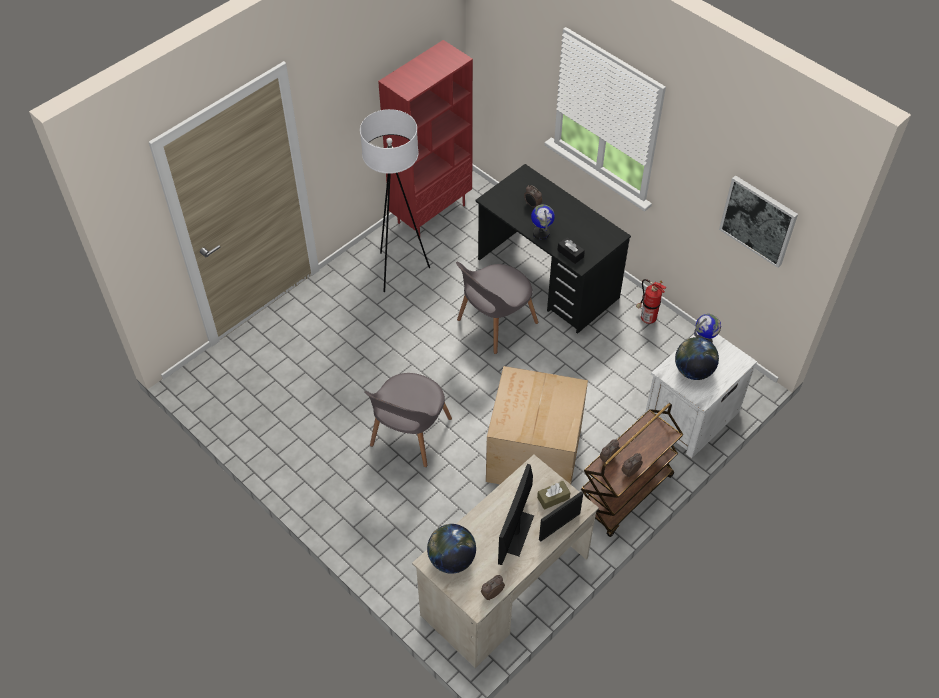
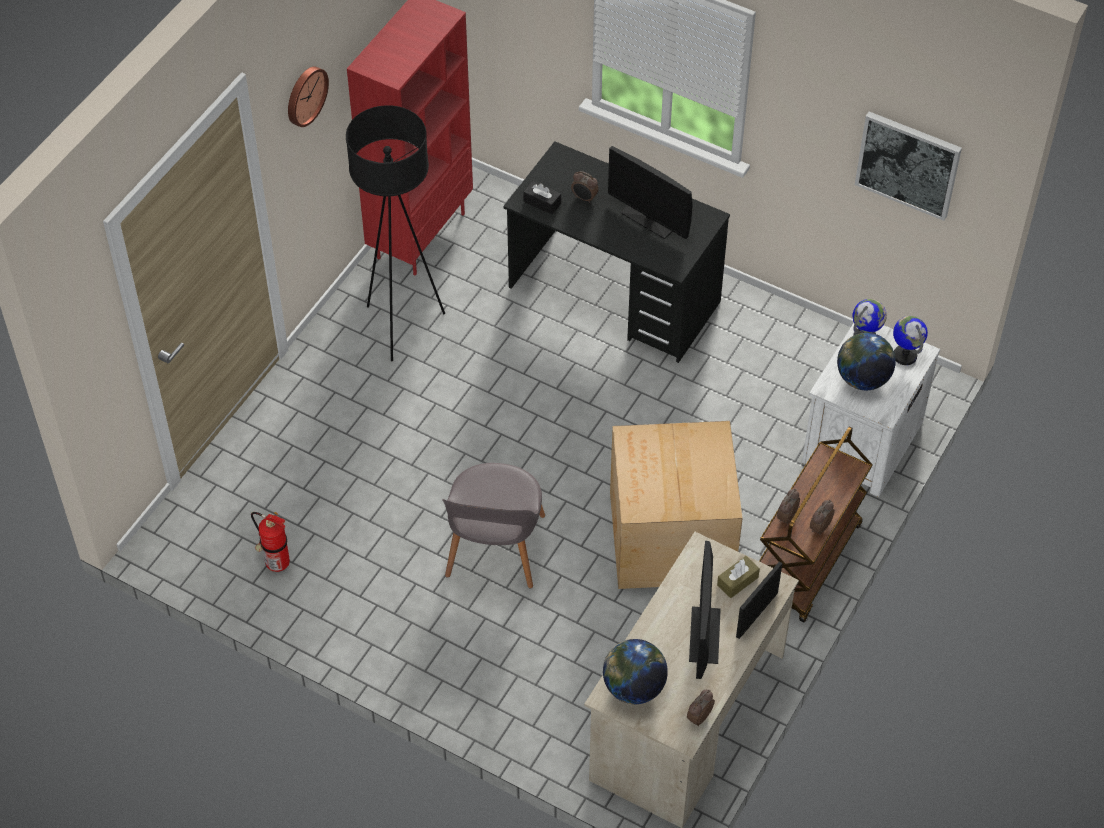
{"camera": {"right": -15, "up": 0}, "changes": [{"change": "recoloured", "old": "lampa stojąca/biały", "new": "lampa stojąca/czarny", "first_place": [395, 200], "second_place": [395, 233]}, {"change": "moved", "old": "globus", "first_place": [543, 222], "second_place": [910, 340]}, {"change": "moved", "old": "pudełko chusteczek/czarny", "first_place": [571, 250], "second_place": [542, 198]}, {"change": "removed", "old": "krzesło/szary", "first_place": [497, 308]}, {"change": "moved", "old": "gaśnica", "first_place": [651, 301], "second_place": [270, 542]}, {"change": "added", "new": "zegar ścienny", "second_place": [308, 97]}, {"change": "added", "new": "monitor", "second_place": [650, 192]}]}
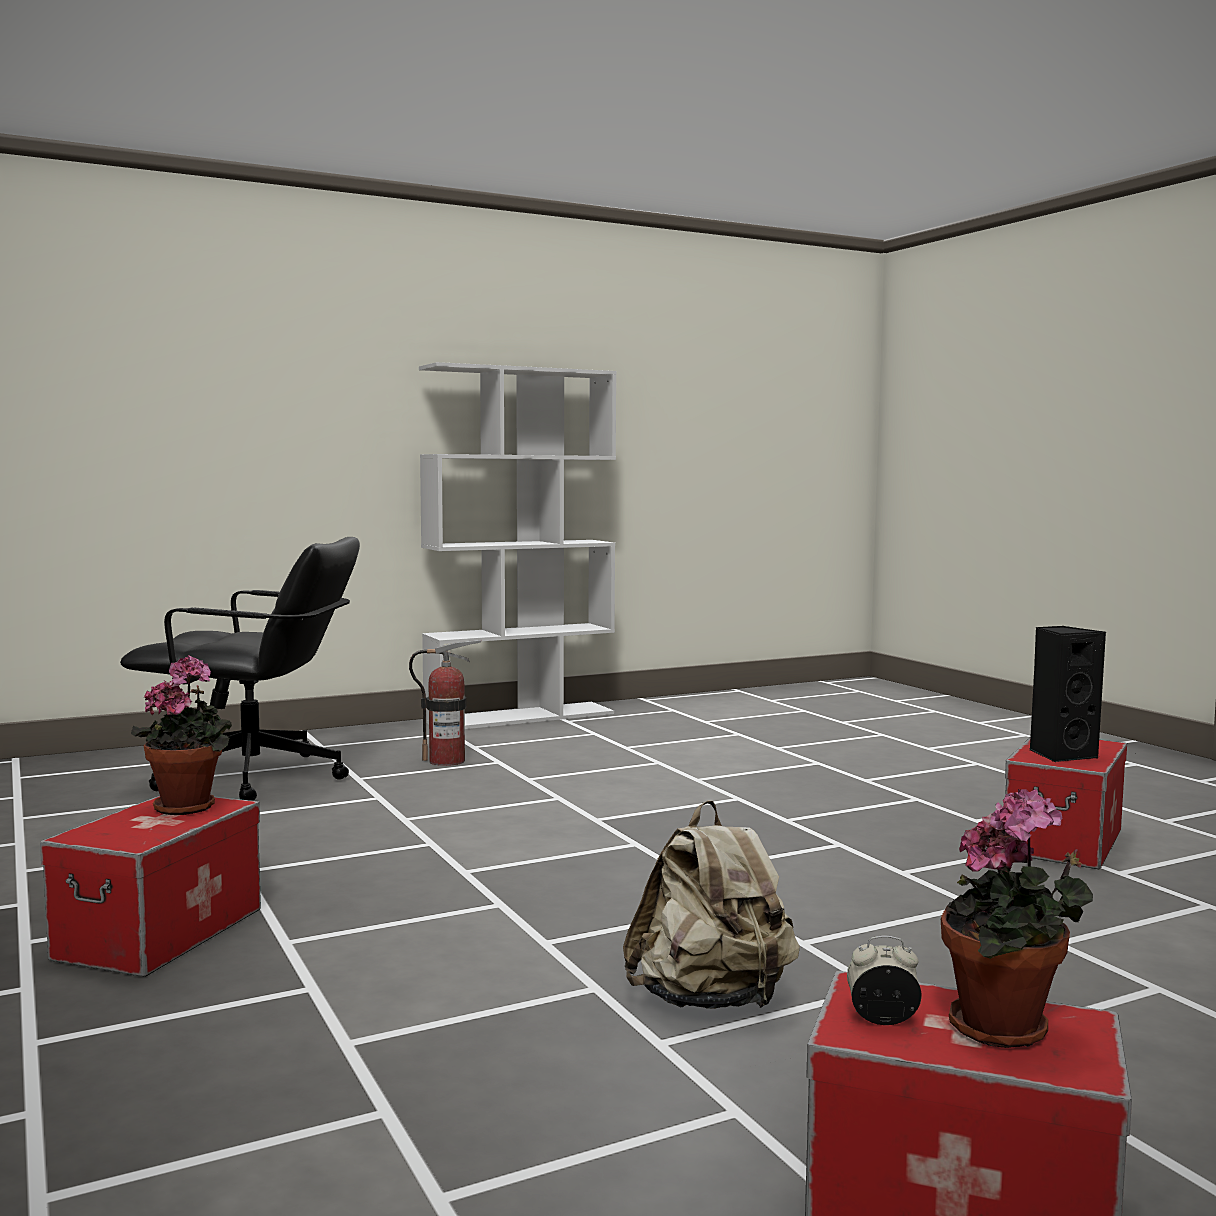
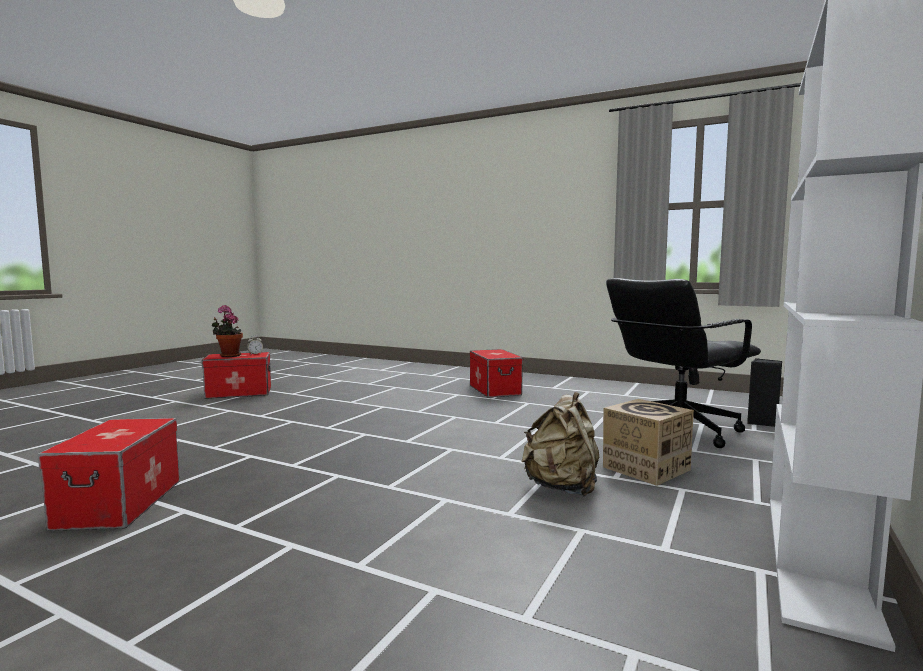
{"camera": {"right": 145, "up": 0}, "changes": [{"change": "moved", "old": "głośnik/czarny", "first_place": [1068, 694], "second_place": [764, 392]}, {"change": "replaced", "old": "gaśnica", "new": "karton", "first_place": [445, 703], "second_place": [648, 442]}, {"change": "removed", "old": "roślina doniczkowa", "first_place": [181, 735]}, {"change": "moved", "old": "plecak/beżowy", "first_place": [711, 904], "second_place": [560, 444]}]}
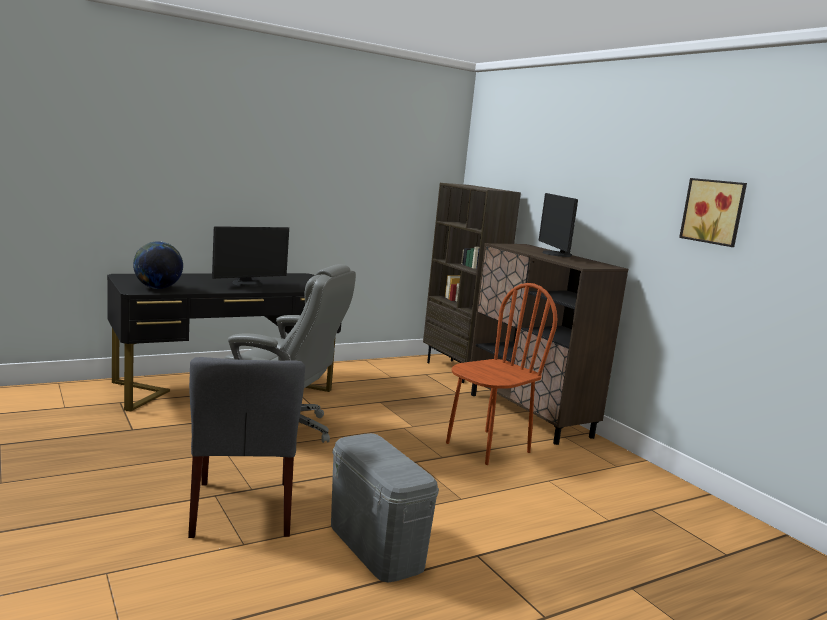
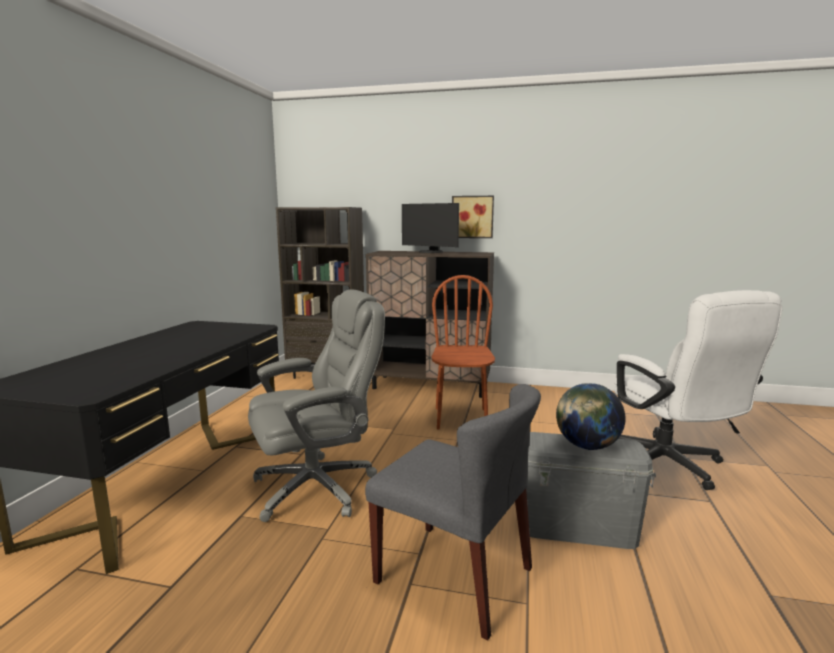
{"camera": {"right": -45, "up": 0}, "changes": [{"change": "moved", "old": "obraz", "first_place": [713, 212], "second_place": [473, 217]}, {"change": "removed", "old": "monitor", "first_place": [250, 256]}, {"change": "moved", "old": "globus", "first_place": [158, 265], "second_place": [590, 416]}, {"change": "added", "new": "krzesło biurowe/biały", "second_place": [698, 390]}]}
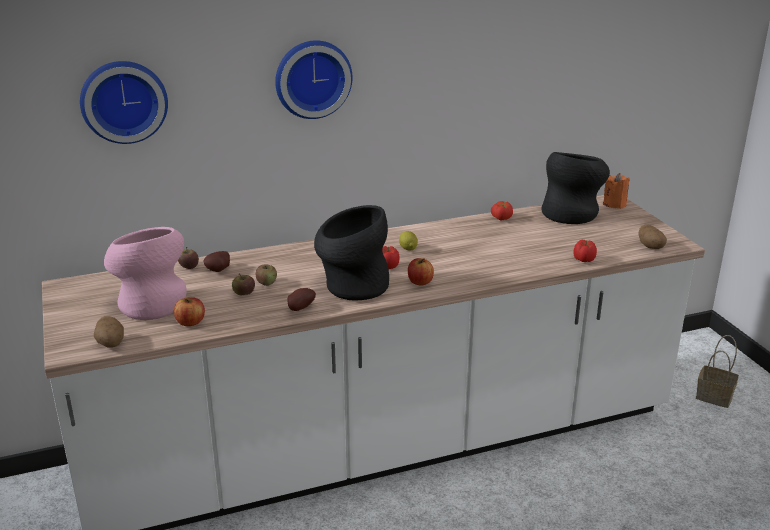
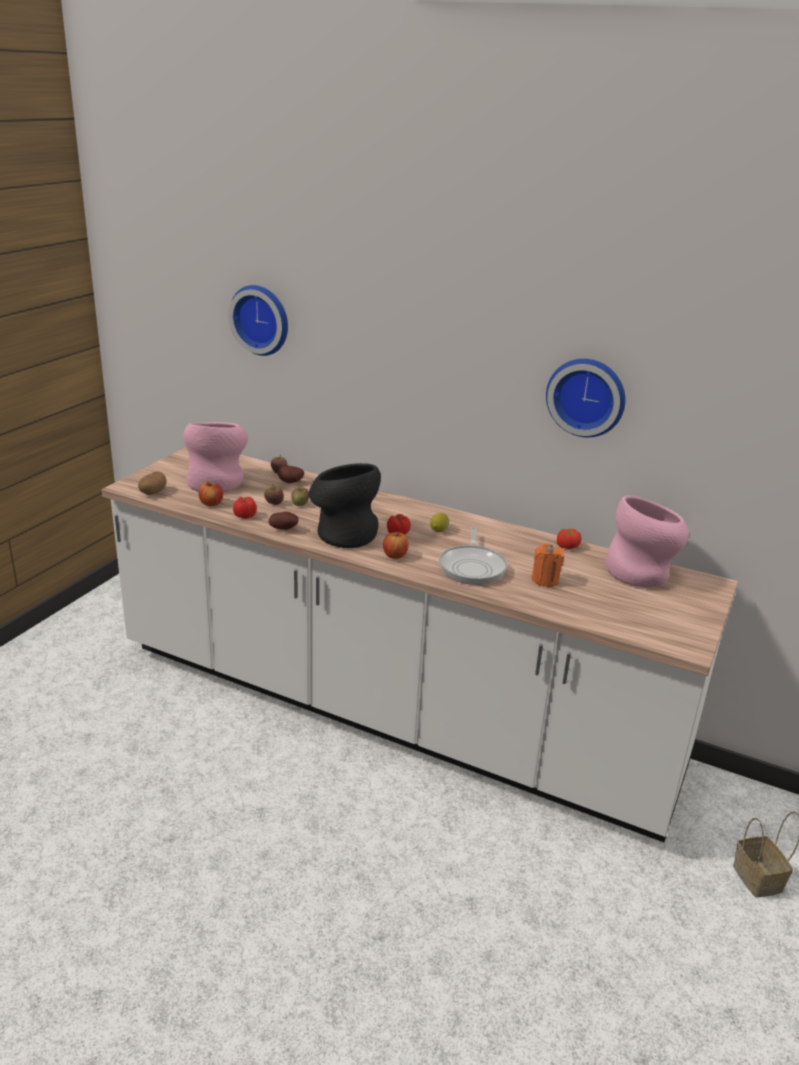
{"camera": {"right": 45, "up": 0}, "changes": [{"change": "moved", "old": "zegar ścienny", "first_place": [314, 79], "second_place": [585, 398]}, {"change": "recoloured", "old": "wazon/czarny", "new": "wazon/różowy", "first_place": [575, 188], "second_place": [647, 541]}, {"change": "moved", "old": "świeca/pomarańczowy", "first_place": [616, 191], "second_place": [547, 565]}, {"change": "removed", "old": "ziemniak", "first_place": [652, 237]}, {"change": "moved", "old": "pomidor", "first_place": [585, 251], "second_place": [245, 508]}, {"change": "added", "new": "patelnia", "second_place": [473, 556]}]}
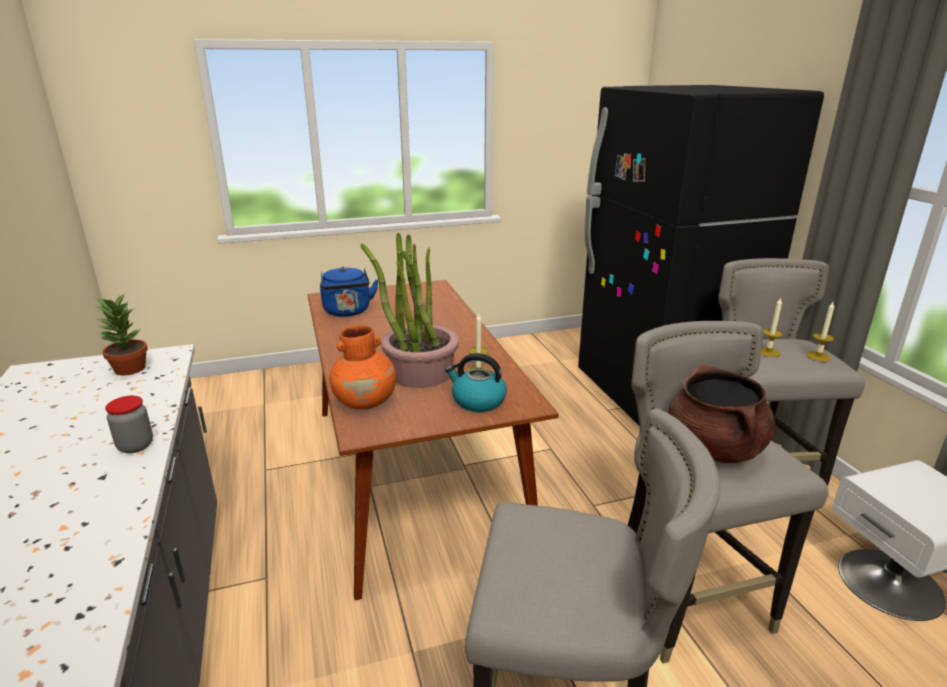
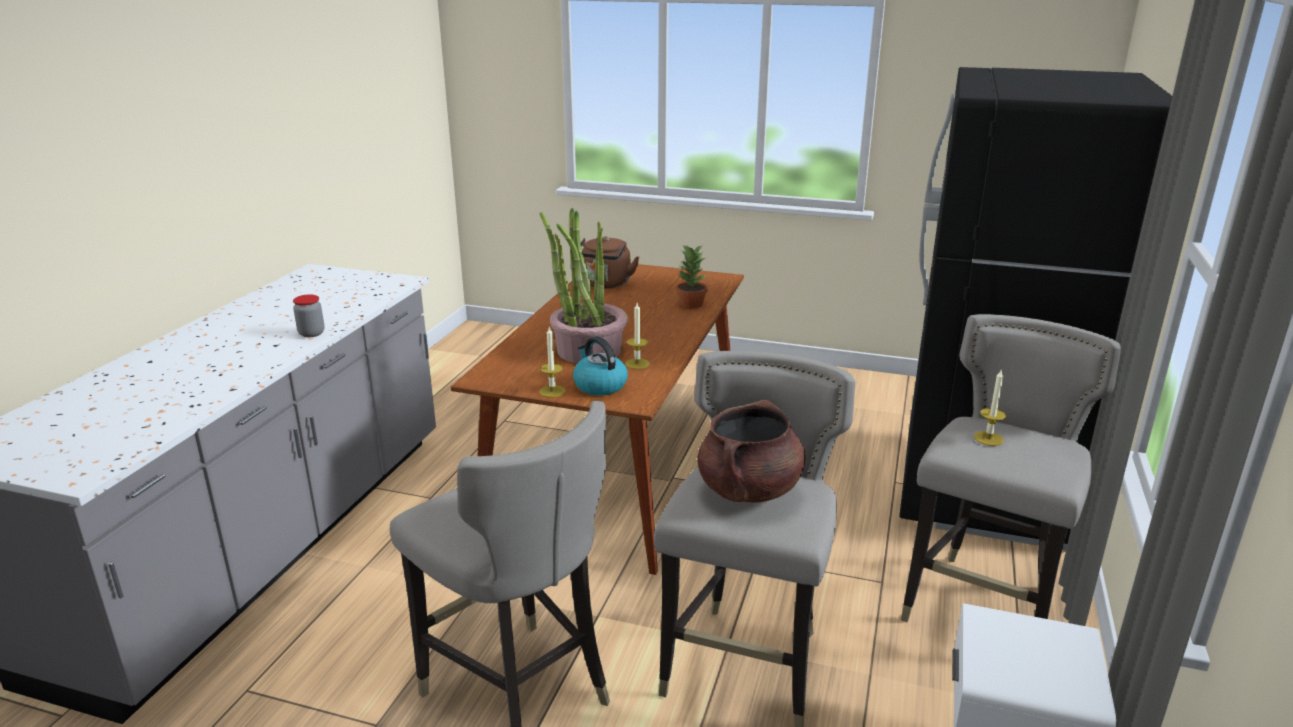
{"camera": {"right": 35, "up": 0}, "changes": [{"change": "recoloured", "old": "czajnik/niebieski", "new": "czajnik/brązowy", "first_place": [349, 292], "second_place": [610, 262]}, {"change": "moved", "old": "roślina doniczkowa", "first_place": [121, 334], "second_place": [692, 277]}, {"change": "moved", "old": "świeca", "first_place": [820, 332], "second_place": [552, 361]}, {"change": "removed", "old": "wazon/pomarańczowy", "first_place": [362, 367]}]}
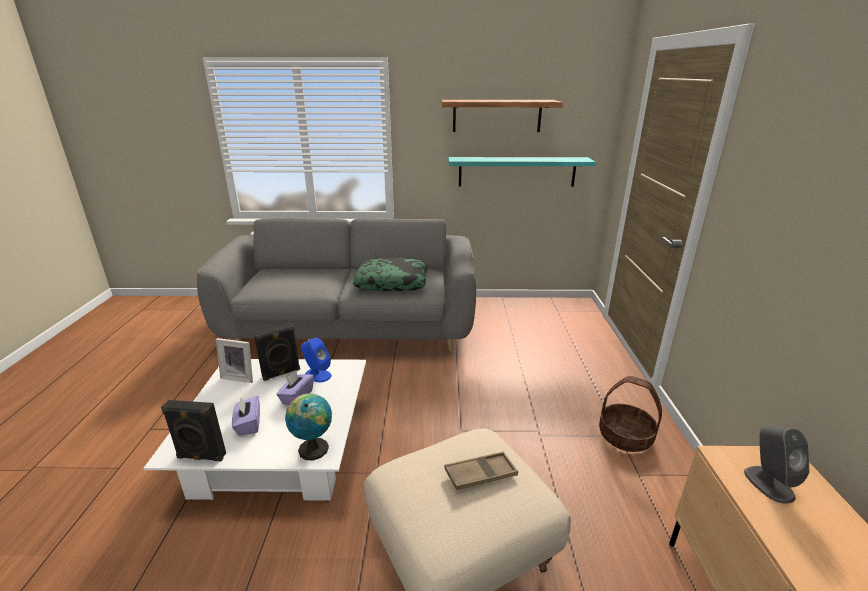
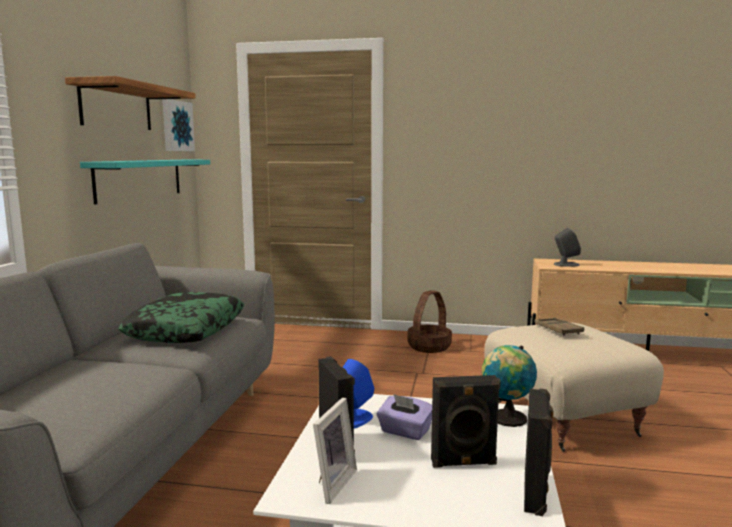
{"camera": {"right": -80, "up": -15}, "changes": [{"change": "replaced", "old": "pudełko chusteczek/fioletowy", "new": "głośnik/czarny", "first_place": [246, 416], "second_place": [466, 421]}, {"change": "added", "new": "obraz", "second_place": [178, 125]}]}
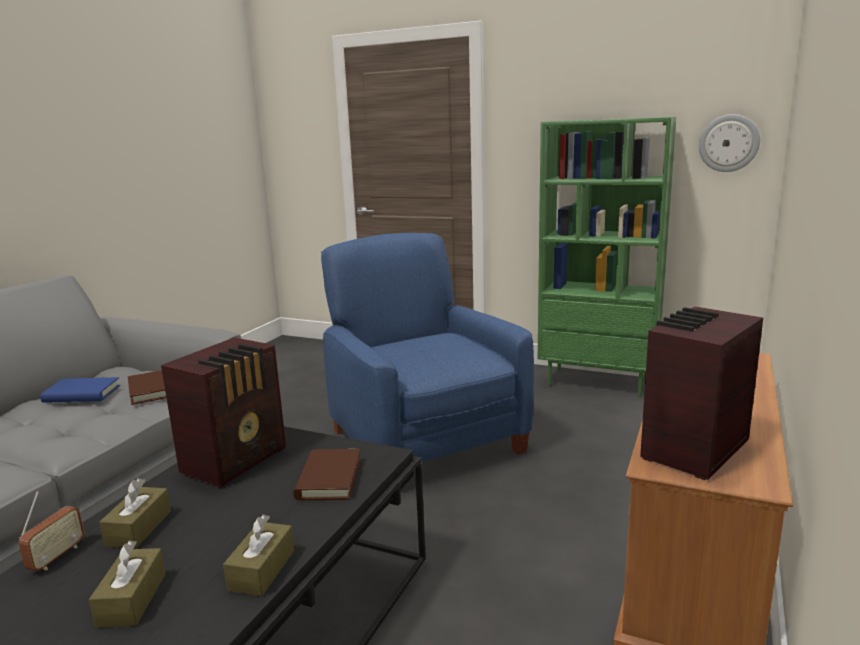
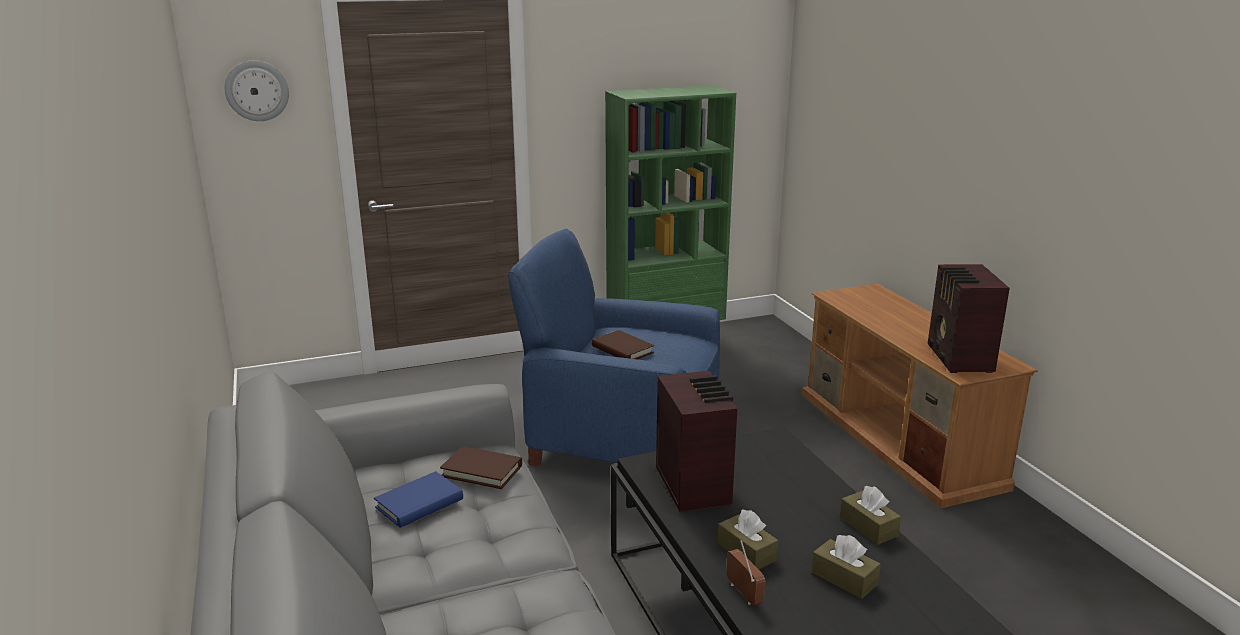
{"camera": {"right": -45, "up": 5}, "changes": [{"change": "moved", "old": "zegar ścienny", "first_place": [729, 143], "second_place": [257, 90]}, {"change": "moved", "old": "książka/brązowy", "first_place": [327, 474], "second_place": [623, 344]}]}
